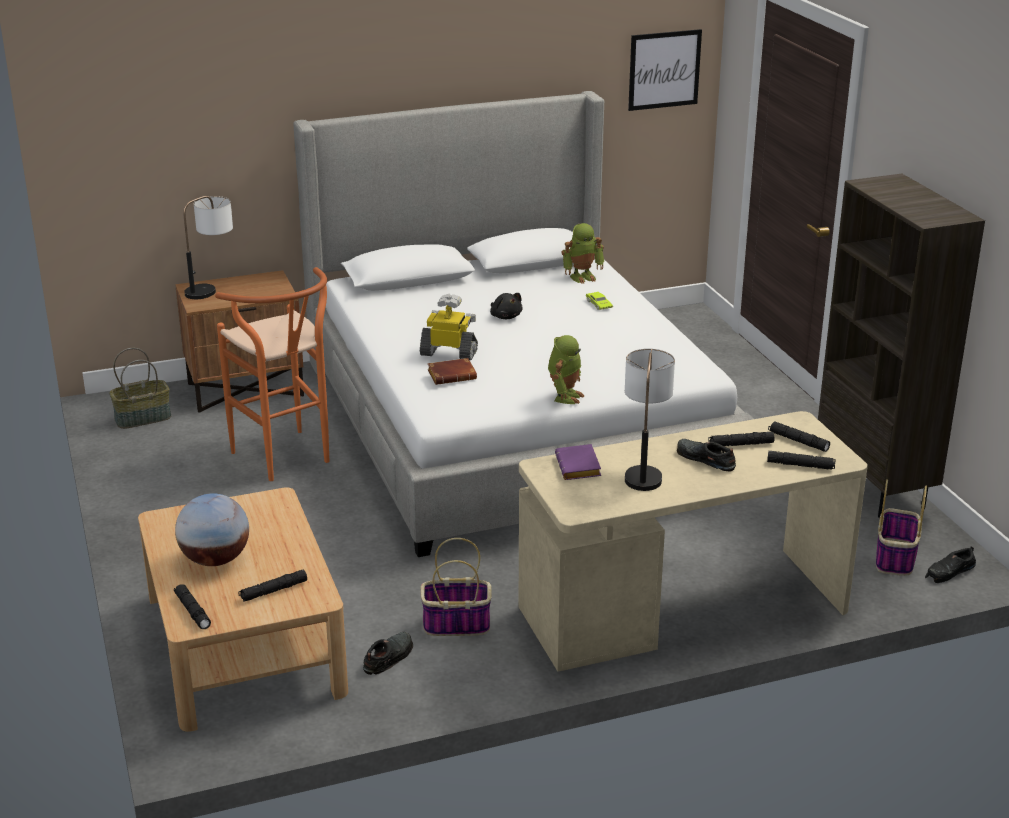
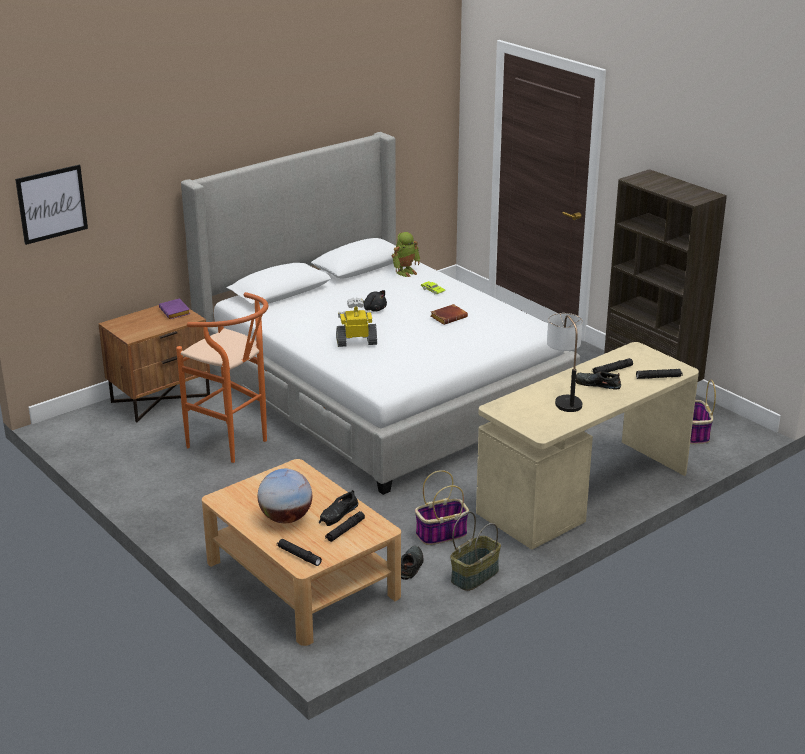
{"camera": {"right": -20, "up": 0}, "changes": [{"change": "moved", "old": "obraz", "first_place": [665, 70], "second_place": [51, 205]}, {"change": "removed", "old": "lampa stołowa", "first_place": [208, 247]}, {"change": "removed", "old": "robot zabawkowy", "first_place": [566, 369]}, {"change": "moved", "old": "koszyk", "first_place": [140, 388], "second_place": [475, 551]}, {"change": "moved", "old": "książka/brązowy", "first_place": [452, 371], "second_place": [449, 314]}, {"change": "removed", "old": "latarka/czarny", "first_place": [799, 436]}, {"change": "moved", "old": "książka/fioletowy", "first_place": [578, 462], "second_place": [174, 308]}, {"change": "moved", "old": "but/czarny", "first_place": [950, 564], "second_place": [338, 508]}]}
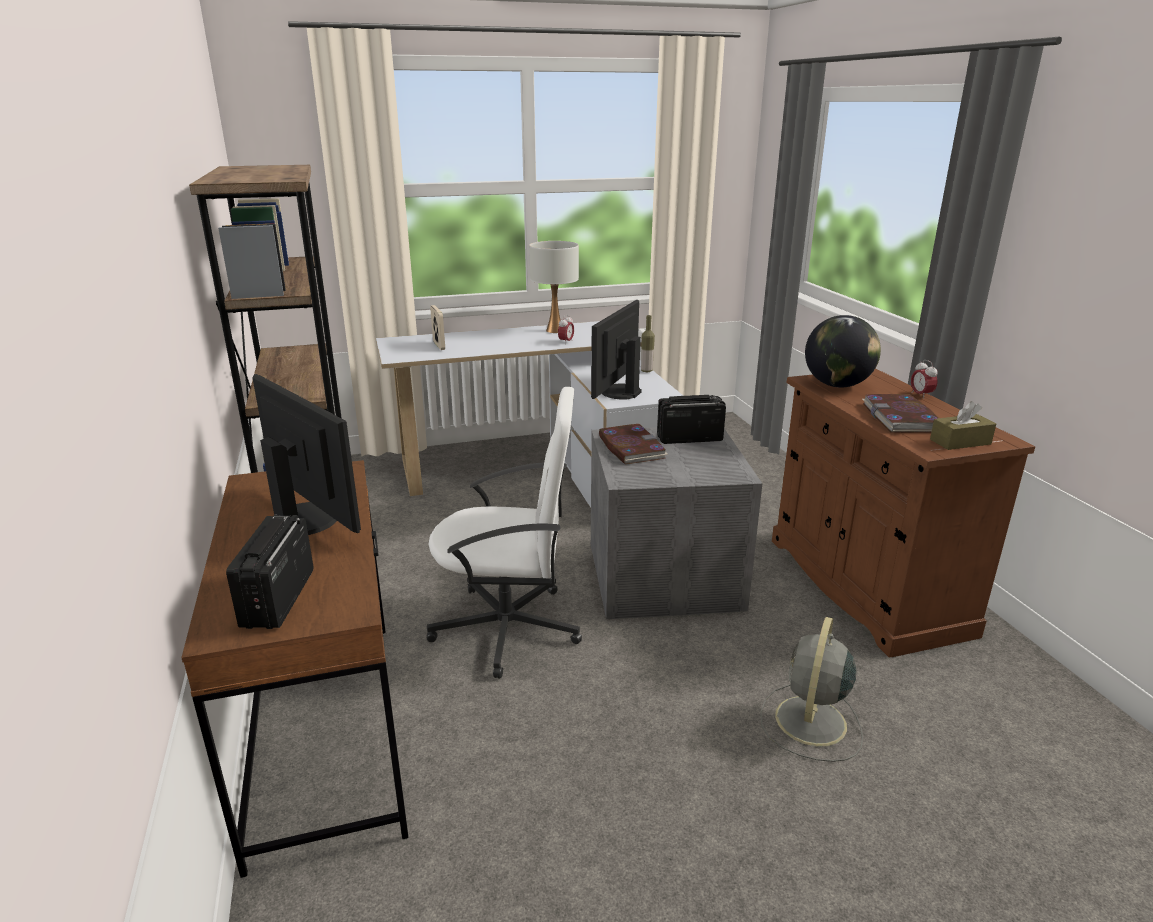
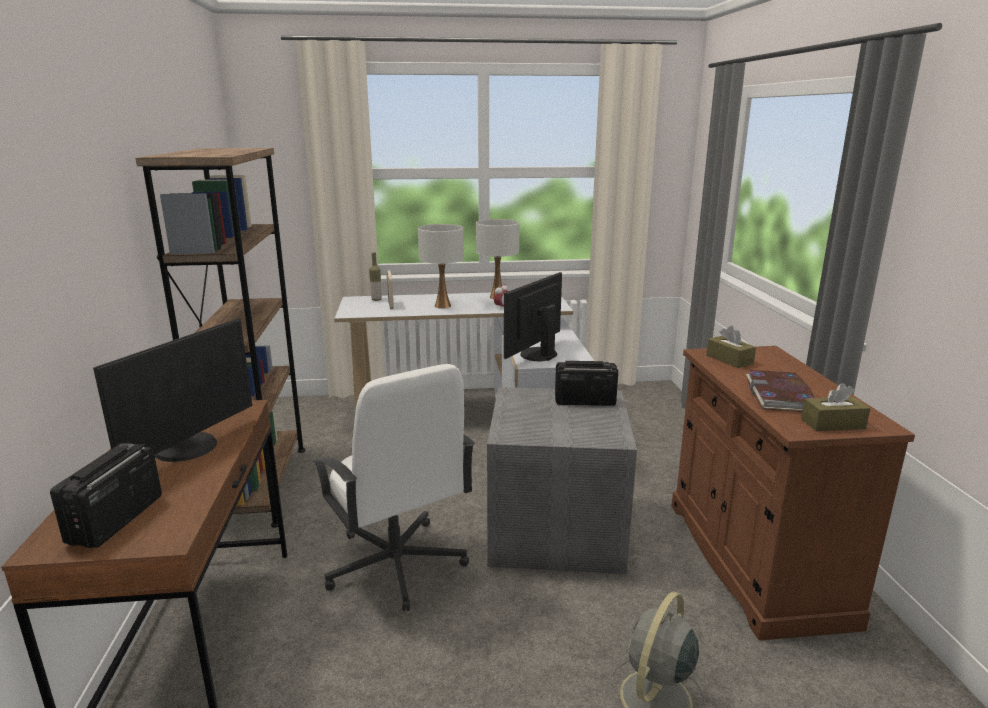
{"camera": {"right": 10, "up": -5}, "changes": [{"change": "moved", "old": "butelka", "first_place": [648, 343], "second_place": [375, 277]}, {"change": "replaced", "old": "globus", "new": "pudełko chusteczek/brązowy", "first_place": [843, 351], "second_place": [731, 347]}, {"change": "removed", "old": "budzik", "first_place": [924, 379]}, {"change": "turned", "old": "monitor", "first_place": [307, 454], "second_place": [172, 390], "degrees": 60}, {"change": "turned", "old": "krzesło biurowe/biały", "first_place": [504, 533], "second_place": [394, 487], "degrees": 45}, {"change": "removed", "old": "książka", "first_place": [633, 444]}, {"change": "added", "new": "lampa stołowa/biały", "second_place": [441, 266]}]}
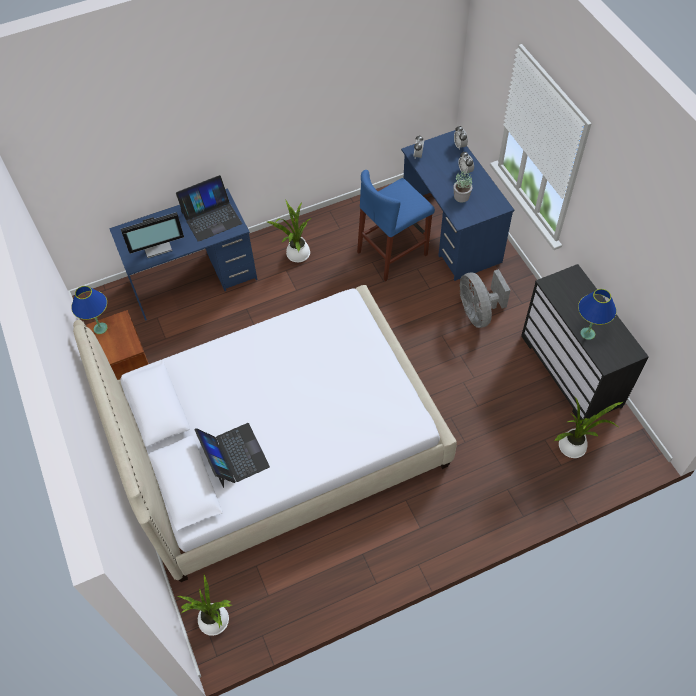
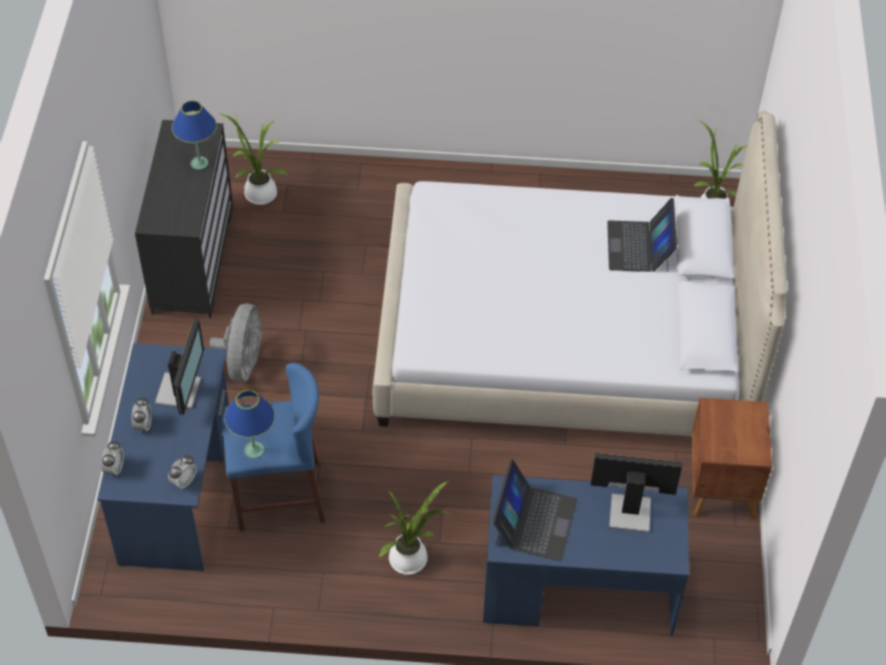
{"camera": {"right": -155, "up": -5}, "changes": [{"change": "replaced", "old": "roślina doniczkowa", "new": "monitor", "first_place": [462, 186], "second_place": [179, 367]}, {"change": "turned", "old": "laptop", "first_place": [209, 208], "second_place": [535, 510], "degrees": 105}, {"change": "moved", "old": "lampa stołowa/niebieski", "first_place": [89, 310], "second_place": [249, 424]}]}
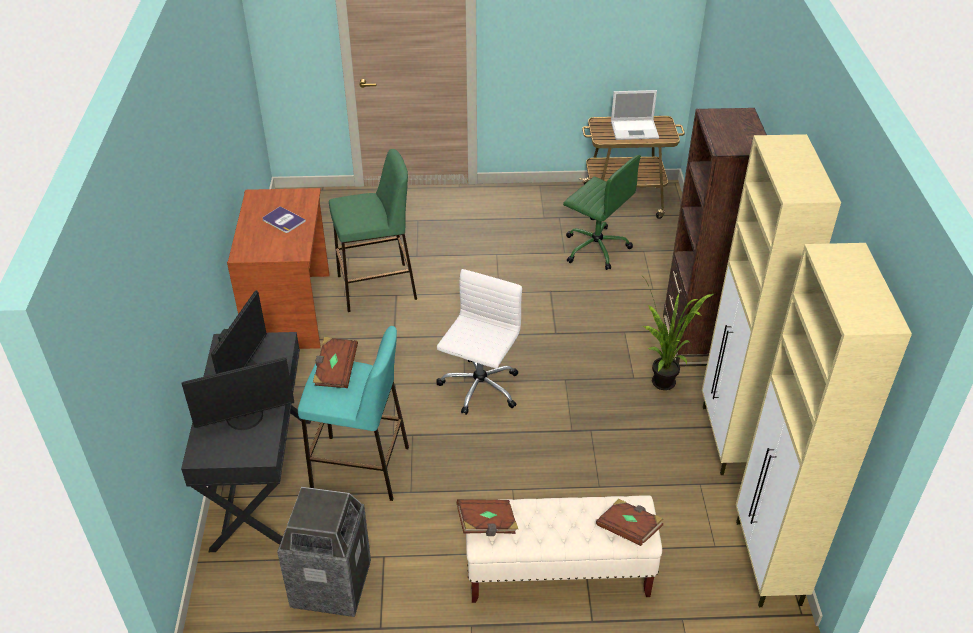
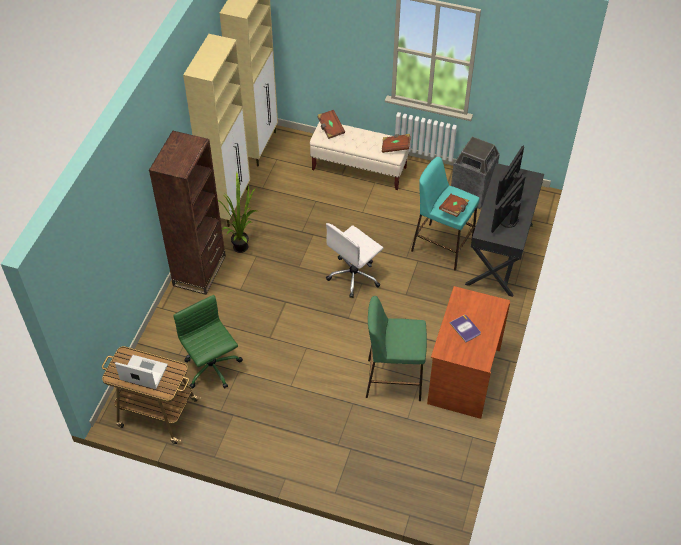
{"camera": {"right": -160, "up": 10}, "changes": [{"change": "turned", "old": "monitor", "first_place": [238, 393], "second_place": [509, 175], "degrees": -60}]}
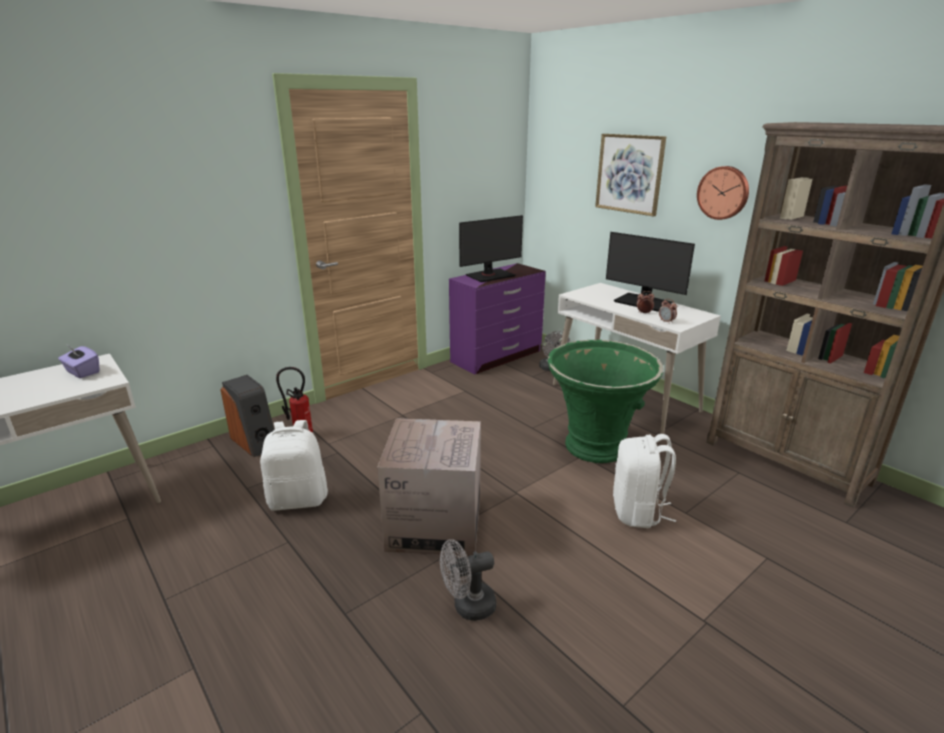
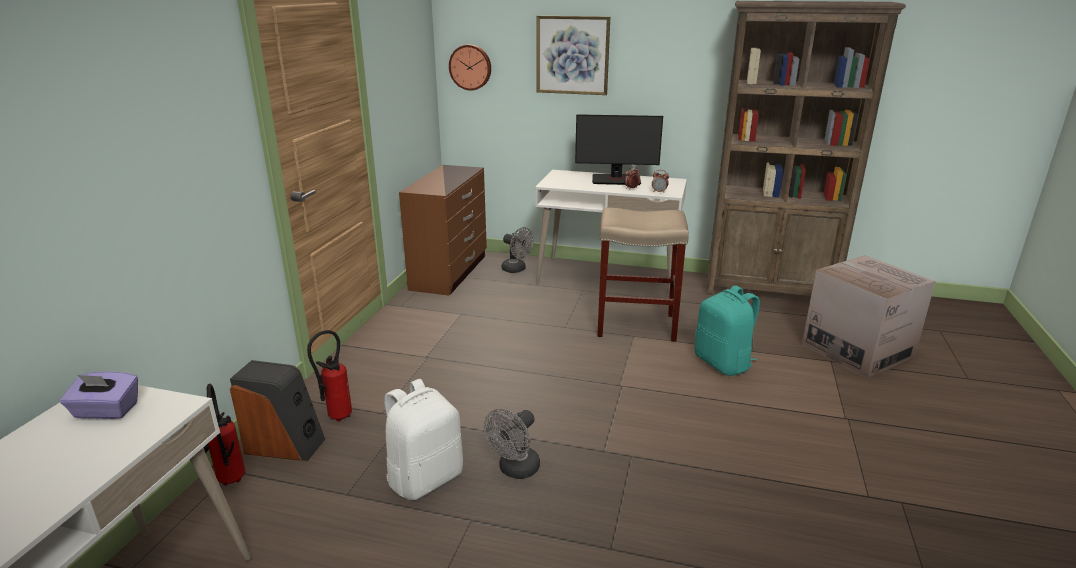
{"camera": {"right": -35, "up": 0}, "changes": [{"change": "moved", "old": "zegar ścienny", "first_place": [723, 193], "second_place": [470, 68]}, {"change": "removed", "old": "monitor", "first_place": [491, 248]}, {"change": "recoloured", "old": "komoda/fioletowy", "new": "komoda/brązowy", "first_place": [497, 319], "second_place": [443, 230]}, {"change": "replaced", "old": "donica/zielony", "new": "stołek/beżowy", "first_place": [605, 401], "second_place": [643, 275]}, {"change": "moved", "old": "karton", "first_place": [429, 487], "second_place": [869, 317]}, {"change": "recoloured", "old": "plecak/biały", "new": "plecak/turkusowy", "first_place": [644, 481], "second_place": [727, 331]}, {"change": "moved", "old": "wentylator/szary", "first_place": [468, 580], "second_place": [512, 444]}, {"change": "added", "new": "gaśnica", "second_place": [224, 435]}]}
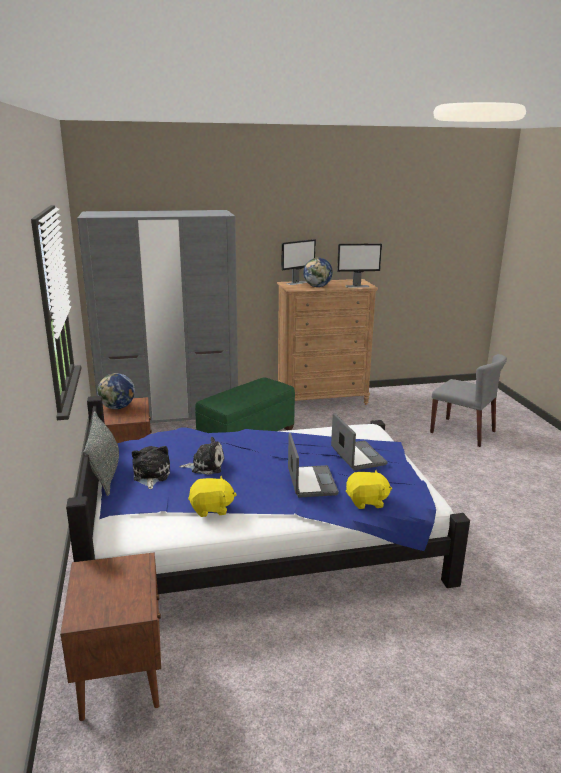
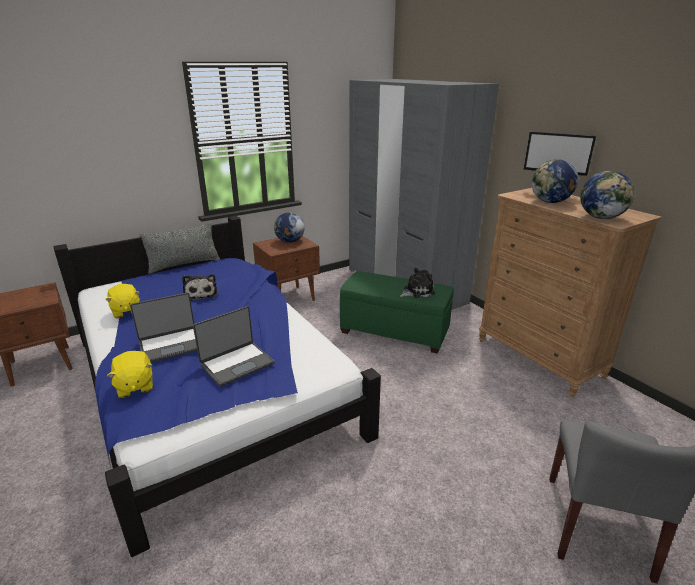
{"camera": {"right": 70, "up": 5}, "changes": [{"change": "replaced", "old": "monitor", "new": "globus", "first_place": [359, 265], "second_place": [607, 195]}, {"change": "moved", "old": "pluszak", "first_place": [151, 467], "second_place": [417, 283]}]}
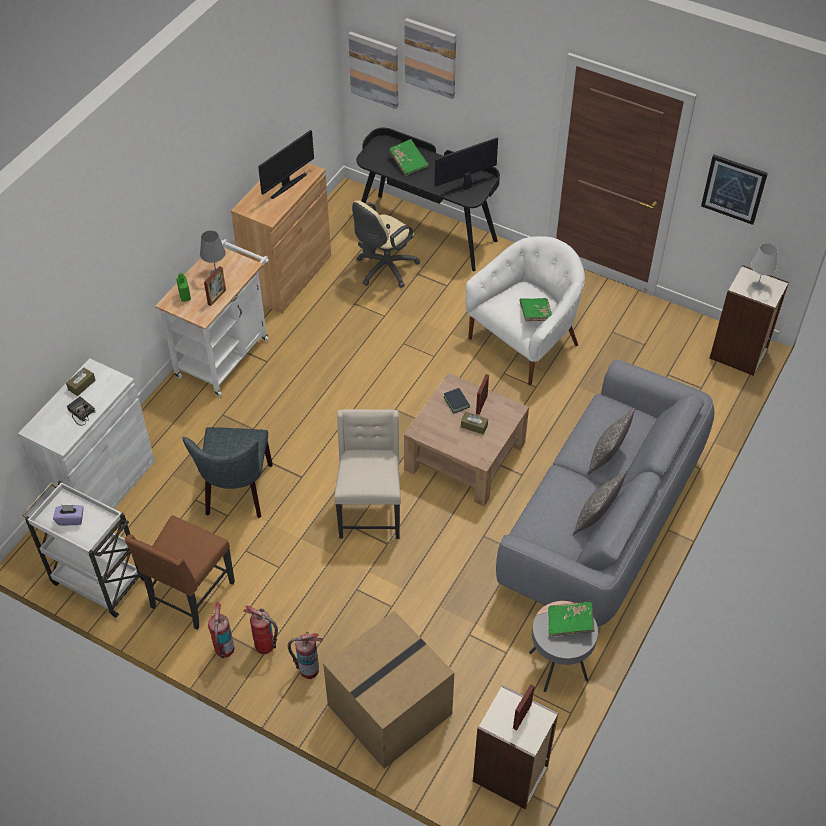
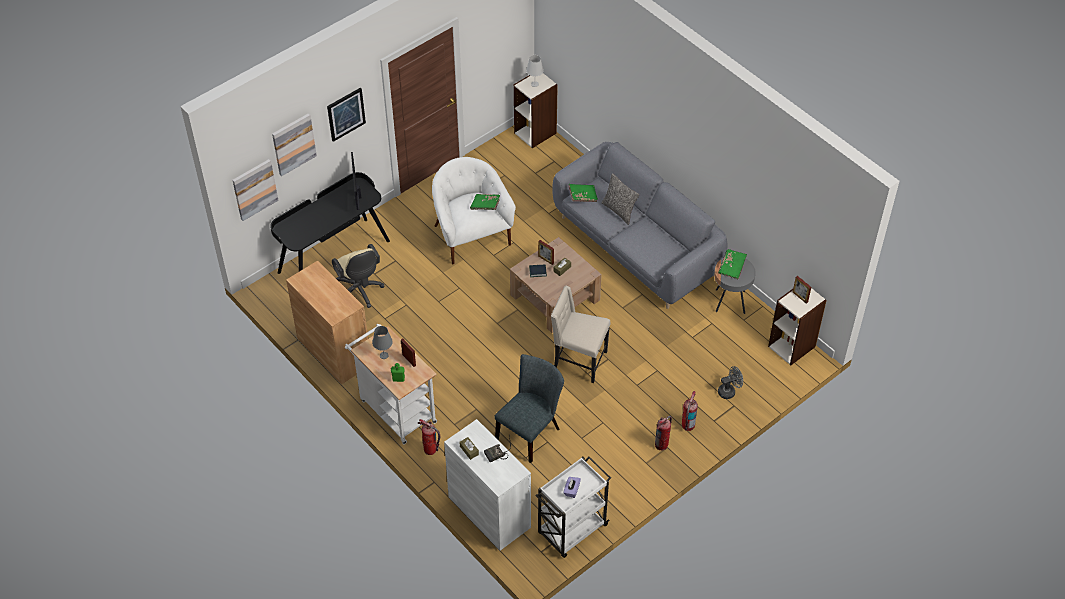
{"camera": {"right": -70, "up": 0}, "changes": [{"change": "removed", "old": "monitor", "first_place": [286, 164]}, {"change": "moved", "old": "książka/zielony", "first_place": [409, 157], "second_place": [583, 193]}, {"change": "moved", "old": "obraz", "first_place": [734, 190], "second_place": [346, 115]}, {"change": "turned", "old": "krzesło/szary", "first_place": [227, 472], "second_place": [529, 408], "degrees": -75}, {"change": "removed", "old": "poduszka", "first_place": [600, 502]}, {"change": "removed", "old": "krzesło/brązowy", "first_place": [180, 573]}, {"change": "moved", "old": "gaśnica", "first_place": [221, 630], "second_place": [428, 437]}, {"change": "replaced", "old": "karton", "new": "wentylator/szary", "first_place": [388, 690], "second_place": [730, 382]}]}
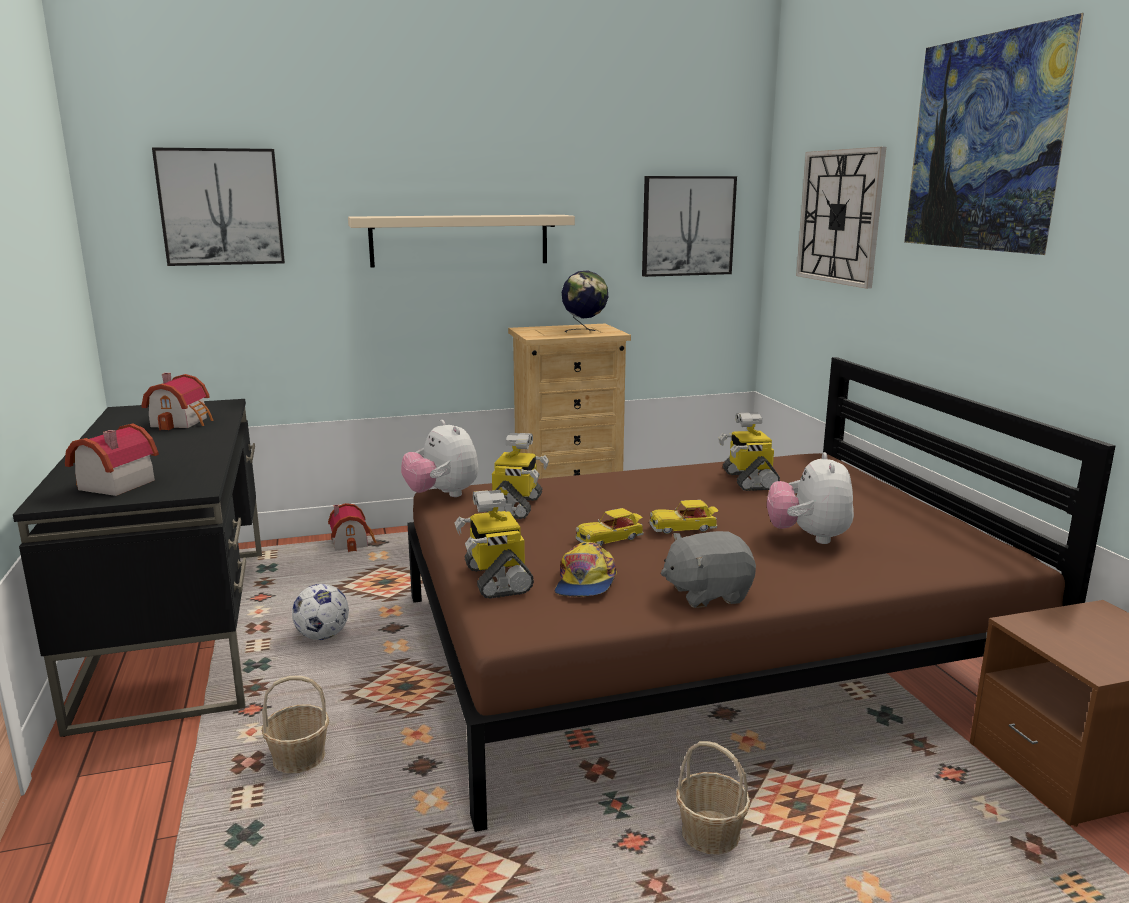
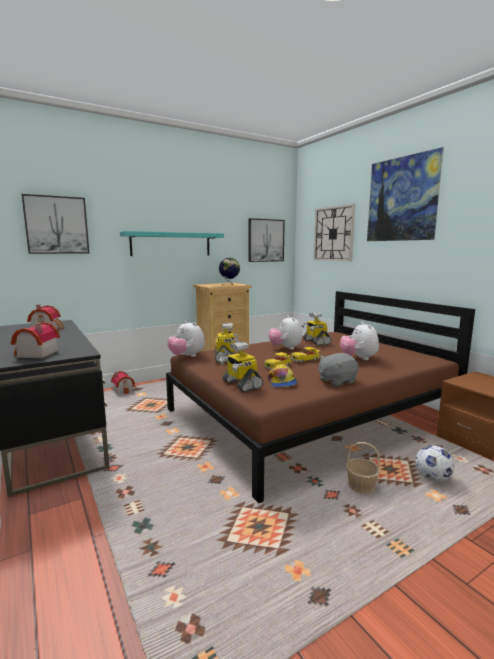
{"camera": {"right": -15, "up": -5}, "changes": [{"change": "recoloured", "old": "półka/beżowy", "new": "półka/turkusowy", "first_place": [461, 241], "second_place": [172, 243]}, {"change": "moved", "old": "piłka futbolowa", "first_place": [320, 612], "second_place": [435, 463]}, {"change": "removed", "old": "koszyk", "first_place": [295, 724]}, {"change": "added", "new": "pluszak", "second_place": [285, 332]}]}
